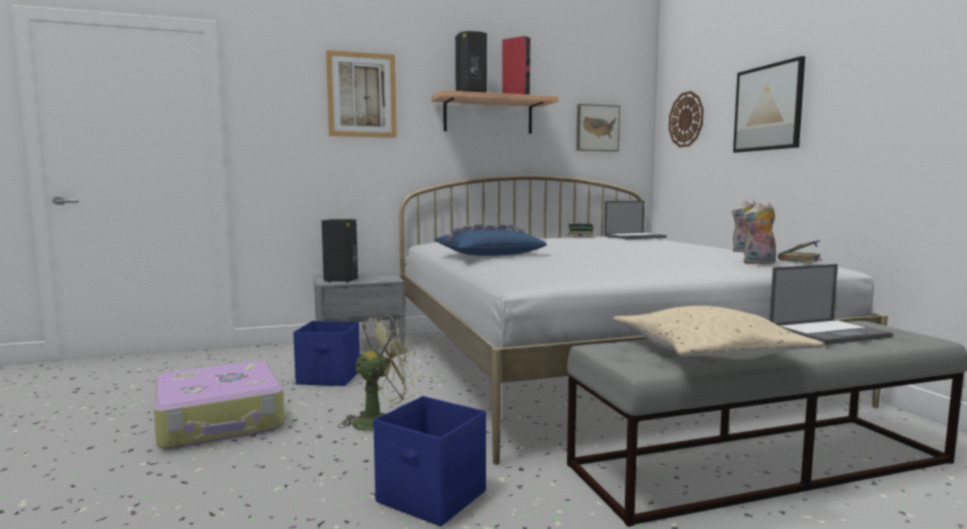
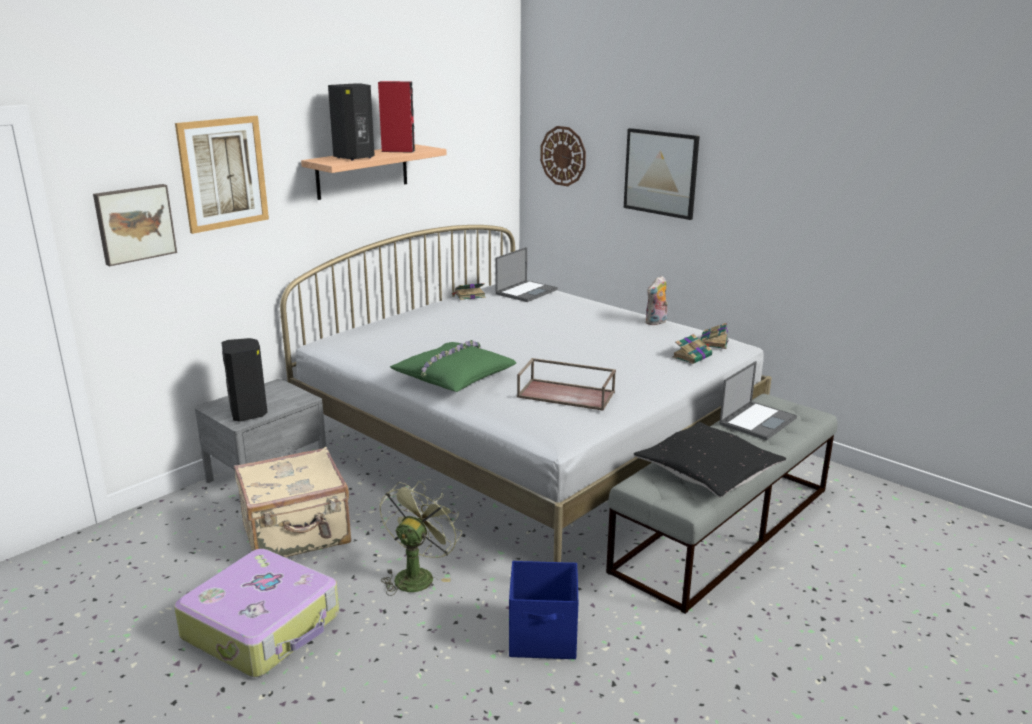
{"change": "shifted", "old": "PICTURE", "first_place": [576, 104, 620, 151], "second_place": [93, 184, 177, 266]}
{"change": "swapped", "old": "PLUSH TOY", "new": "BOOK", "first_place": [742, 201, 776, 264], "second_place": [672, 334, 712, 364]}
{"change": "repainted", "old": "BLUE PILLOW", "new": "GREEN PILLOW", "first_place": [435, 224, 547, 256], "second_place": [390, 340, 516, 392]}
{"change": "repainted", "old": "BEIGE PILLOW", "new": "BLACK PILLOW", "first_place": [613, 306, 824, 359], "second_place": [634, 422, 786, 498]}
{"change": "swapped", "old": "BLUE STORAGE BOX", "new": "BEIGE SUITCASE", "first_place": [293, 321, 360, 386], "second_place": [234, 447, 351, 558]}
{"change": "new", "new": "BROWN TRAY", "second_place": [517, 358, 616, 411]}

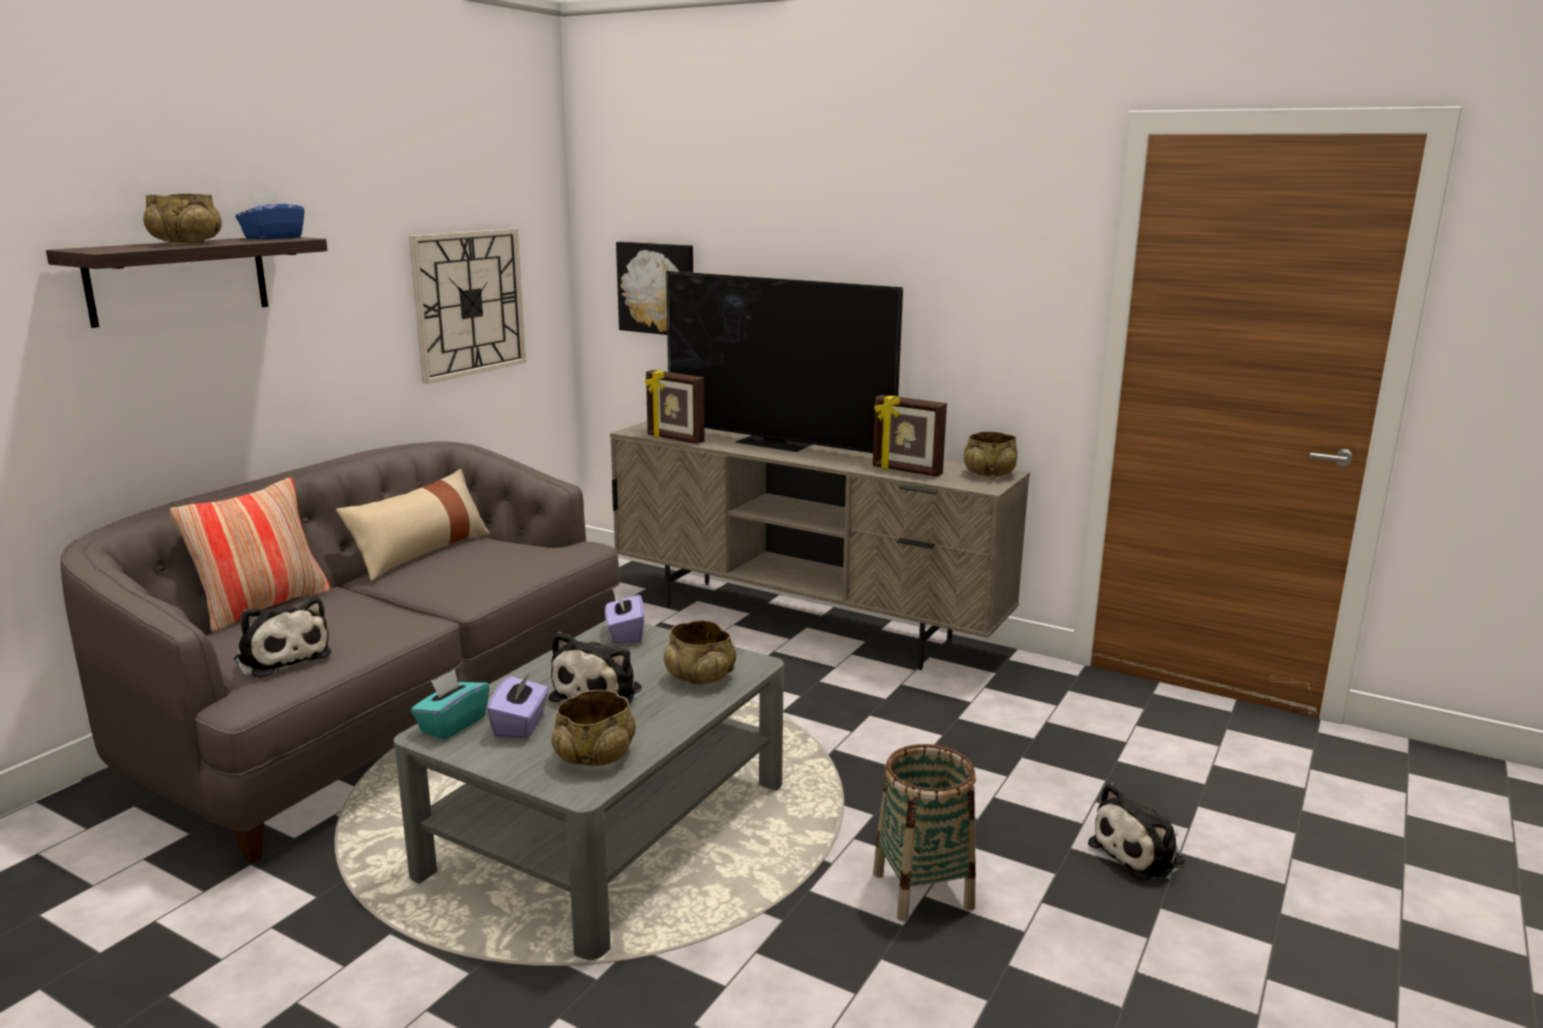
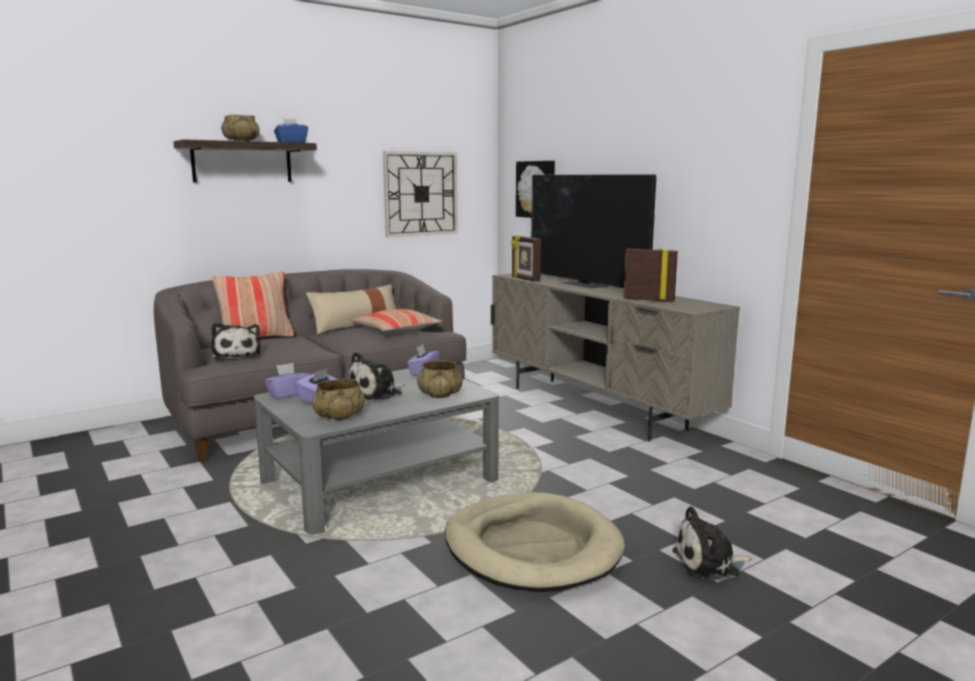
{"change": "rotated", "old": "PICTURE FRAME", "first_place": [873, 395, 947, 477], "second_place": [624, 248, 678, 302], "degrees": 150}
{"change": "gone", "old": "BEIGE BOWL", "first_place": [964, 431, 1018, 478]}
{"change": "repainted", "old": "TURQUOISE TISSUE BOX", "new": "PURPLE TISSUE BOX", "first_place": [411, 669, 489, 740], "second_place": [264, 363, 310, 399]}
{"change": "swapped", "old": "BASKET", "new": "BEIGE DOG BED", "first_place": [873, 744, 976, 921], "second_place": [445, 492, 625, 592]}
{"change": "new", "new": "PILLOW", "second_place": [350, 309, 442, 334]}

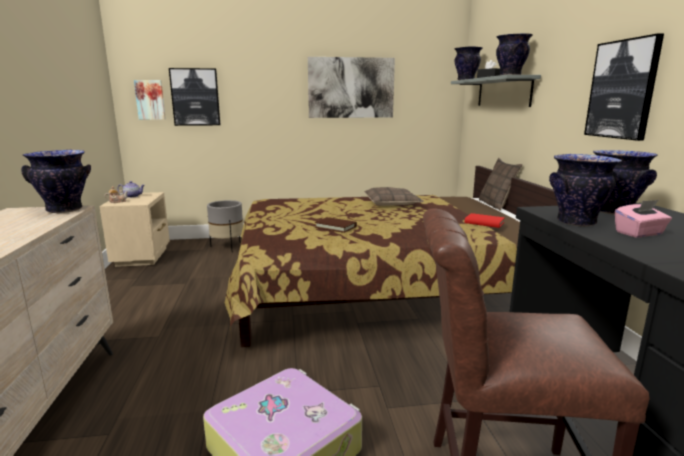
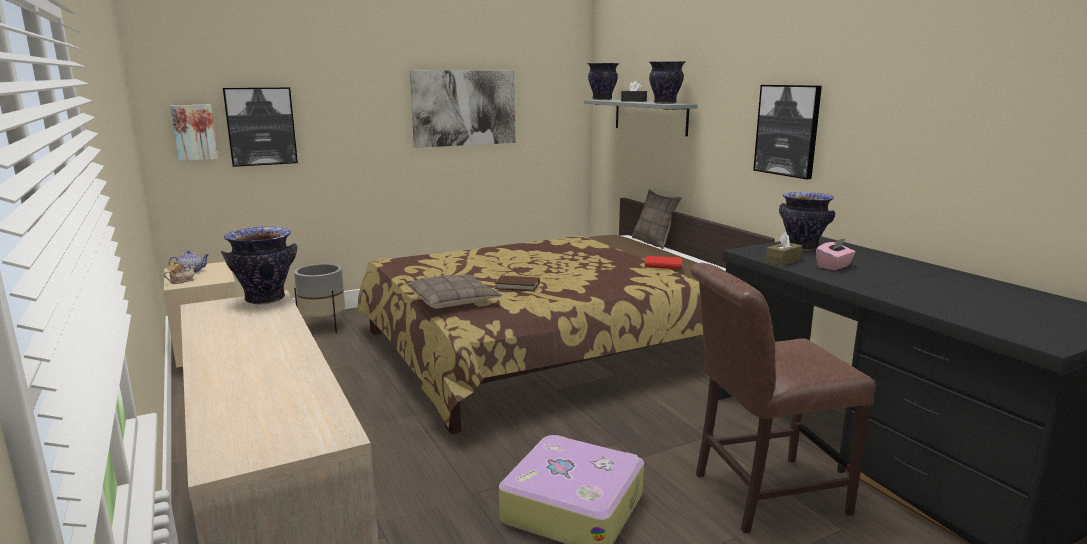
{"change": "swapped", "old": "VASE", "new": "BROWN TISSUE BOX", "first_place": [549, 154, 622, 226], "second_place": [766, 232, 802, 266]}
{"change": "shifted", "old": "PILLOW", "first_place": [364, 187, 424, 206], "second_place": [407, 275, 502, 309]}

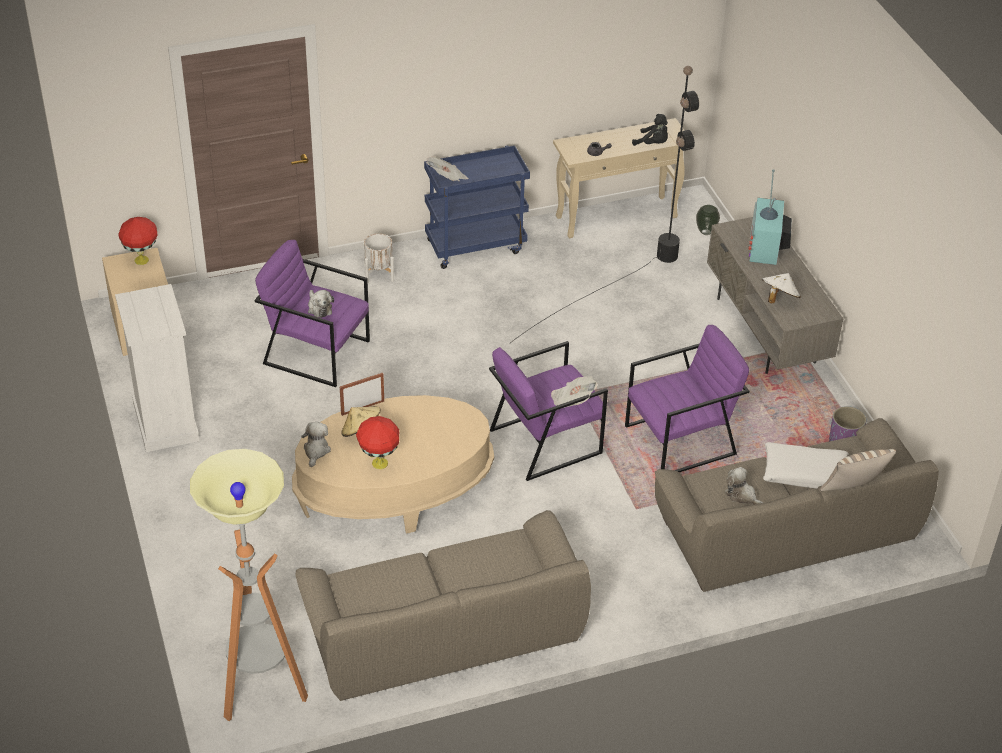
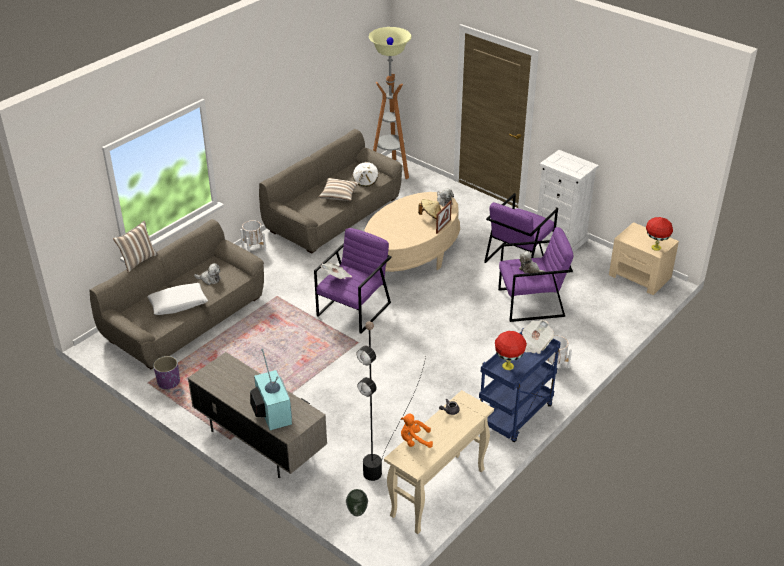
{"change": "repainted", "old": "BLACK PLUSH TOY", "new": "ORANGE PLUSH TOY", "first_place": [632, 114, 668, 146], "second_place": [401, 413, 433, 448]}
{"change": "shifted", "old": "WHITE HAT", "first_place": [762, 273, 801, 303], "second_place": [353, 162, 378, 187]}
{"change": "shifted", "old": "PURPLE ARMCHAIR", "first_place": [625, 325, 749, 472], "second_place": [484, 193, 558, 263]}
{"change": "shifted", "old": "RED TABLE LAMP", "first_place": [356, 416, 399, 469], "second_place": [495, 331, 527, 370]}
{"change": "new", "new": "PILLOW", "second_place": [318, 178, 359, 201]}
{"change": "new", "new": "WHITE PLANTER", "second_place": [240, 220, 266, 252]}

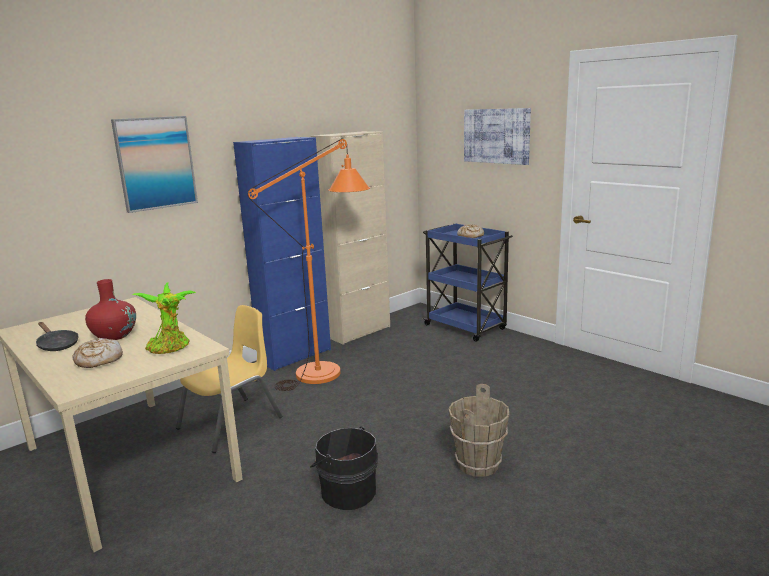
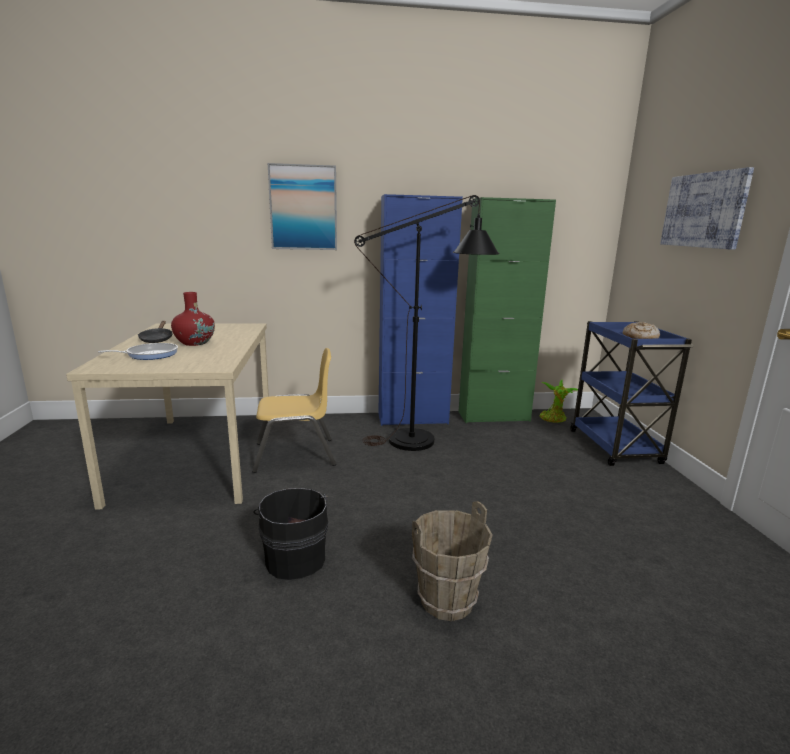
{"change": "repainted", "old": "BEIGE CABINET", "new": "GREEN CABINET", "first_place": [311, 131, 390, 345], "second_place": [458, 197, 556, 423]}
{"change": "repainted", "old": "ORANGE FLOOR LAMP", "new": "BLACK FLOOR LAMP", "first_place": [248, 139, 370, 391], "second_place": [354, 195, 500, 451]}
{"change": "shifted", "old": "POTTED PLANT", "first_place": [132, 282, 196, 354], "second_place": [540, 380, 578, 423]}
{"change": "swapped", "old": "BREAD", "new": "FRYING PAN", "first_place": [73, 338, 123, 368], "second_place": [98, 343, 178, 360]}

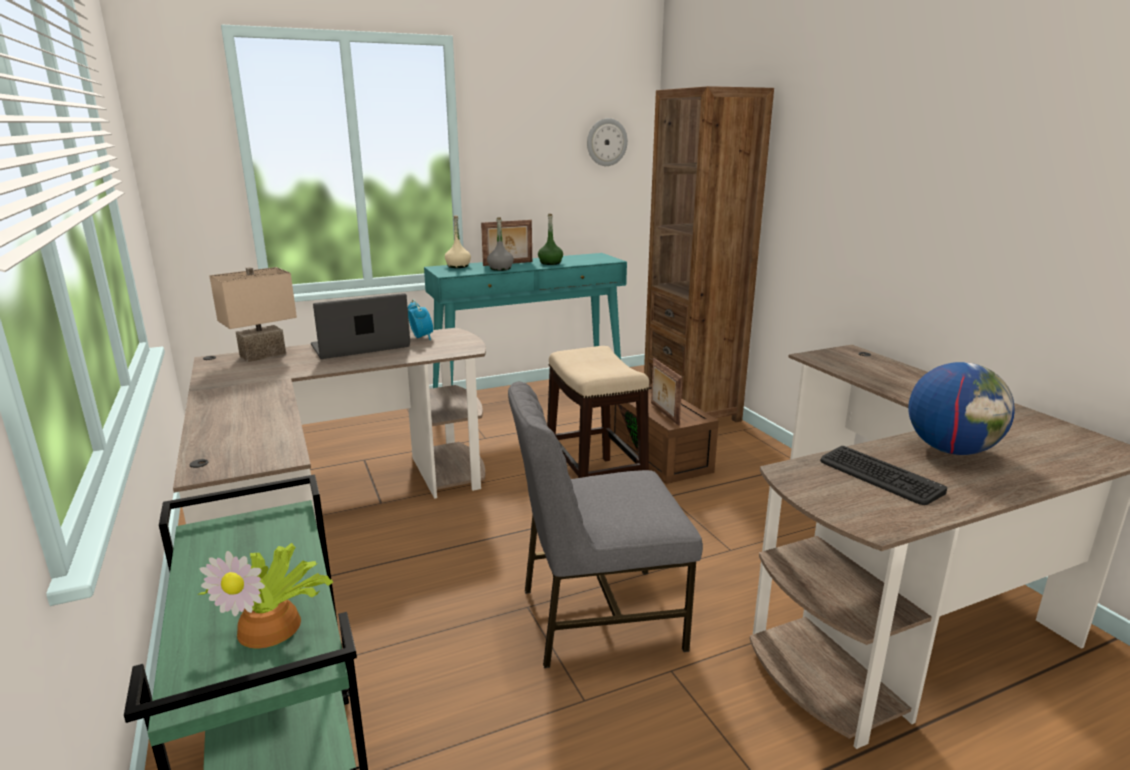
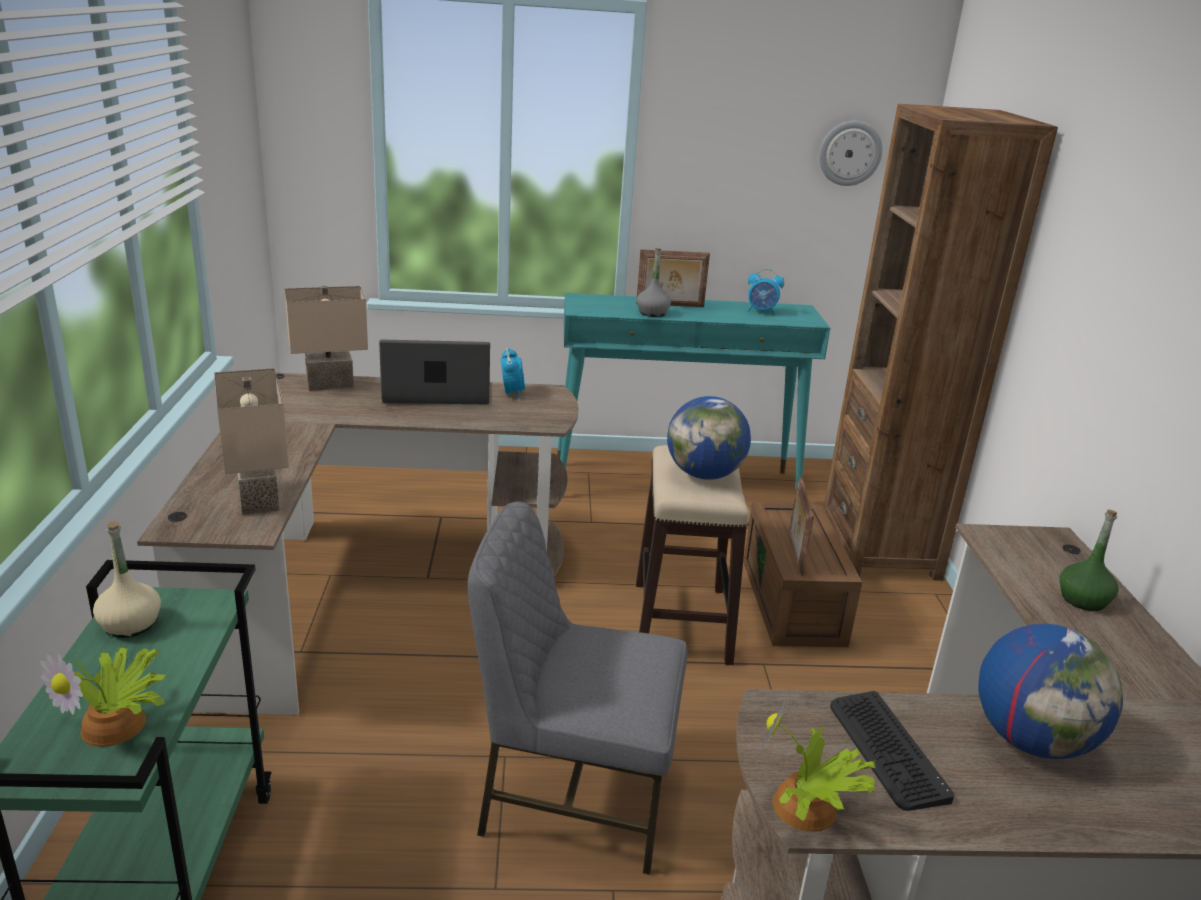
{"change": "shifted", "old": "GREEN BOTTLE", "first_place": [538, 214, 563, 265], "second_place": [1059, 509, 1119, 611]}
{"change": "shifted", "old": "BEIGE BOTTLE", "first_place": [445, 215, 471, 268], "second_place": [93, 521, 161, 638]}
{"change": "new", "new": "ALARM CLOCK", "second_place": [747, 268, 784, 315]}
{"change": "new", "new": "BEIGE TABLE LAMP", "second_place": [214, 368, 289, 515]}
{"change": "new", "new": "GLOBE", "second_place": [667, 396, 751, 480]}
{"change": "new", "new": "POTTED PLANT", "second_place": [760, 695, 876, 832]}

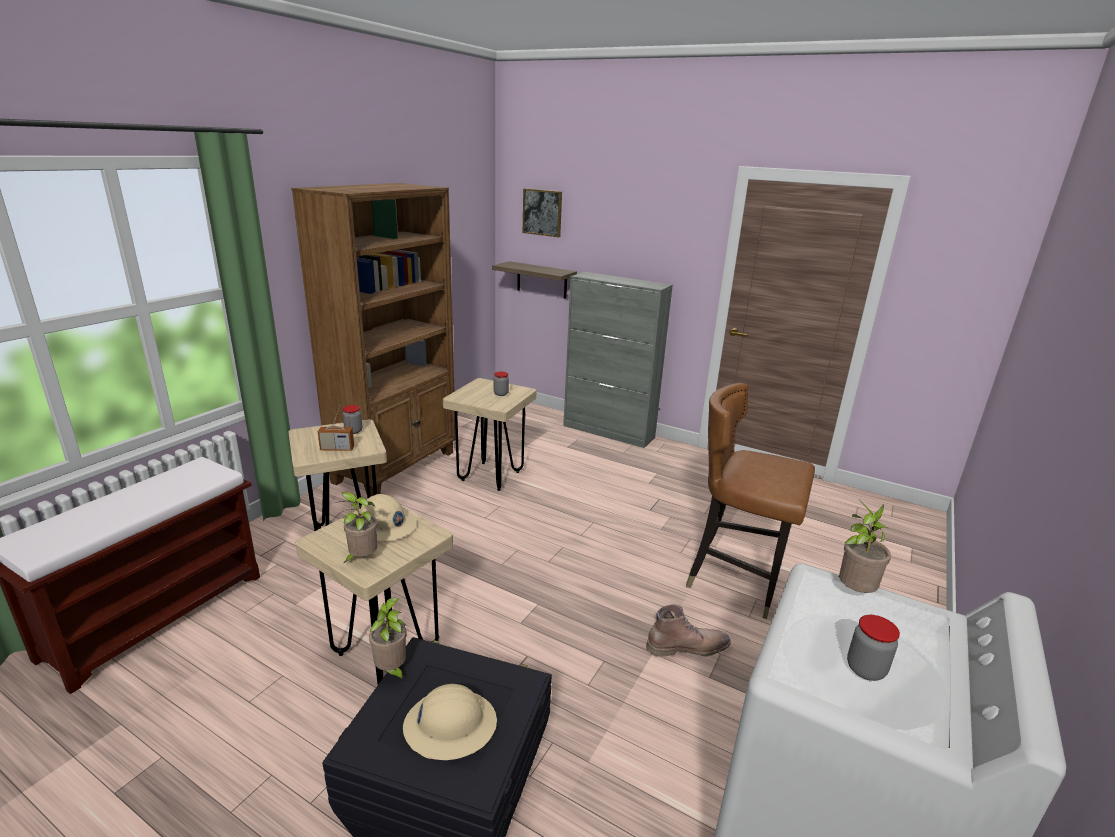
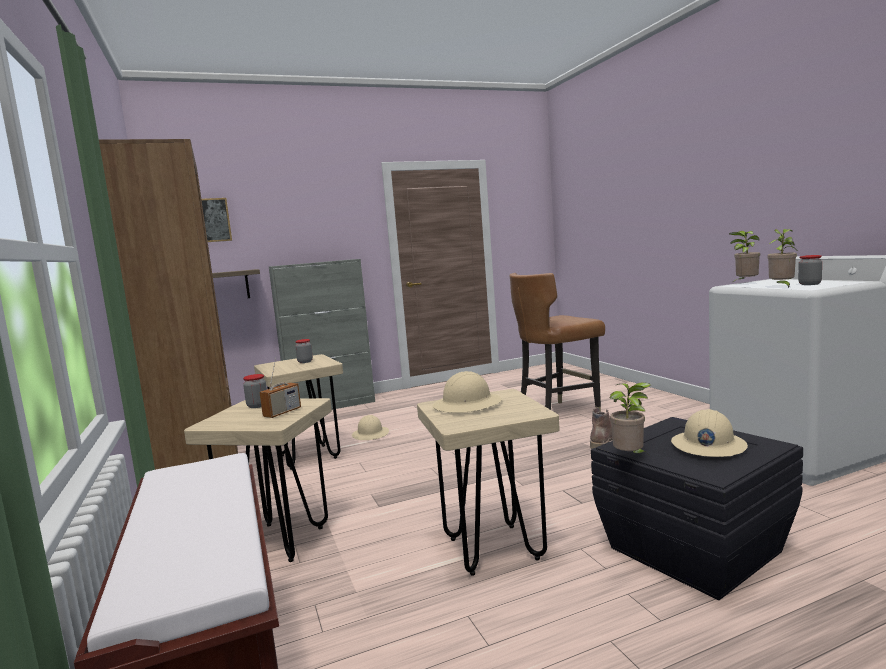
{"change": "shifted", "old": "POTTED PLANT", "first_place": [334, 492, 378, 563], "second_place": [767, 229, 797, 289]}
{"change": "new", "new": "BEIGE HARD HAT", "second_place": [352, 415, 389, 440]}

